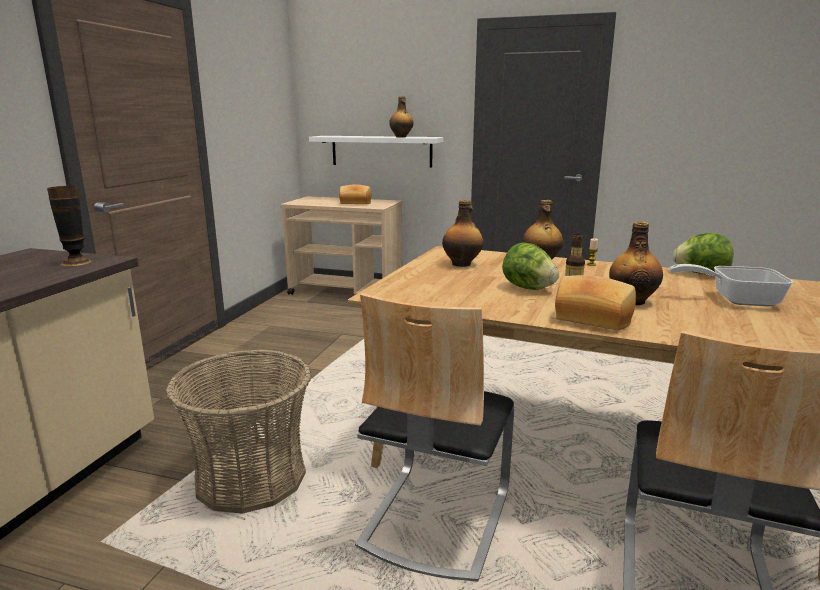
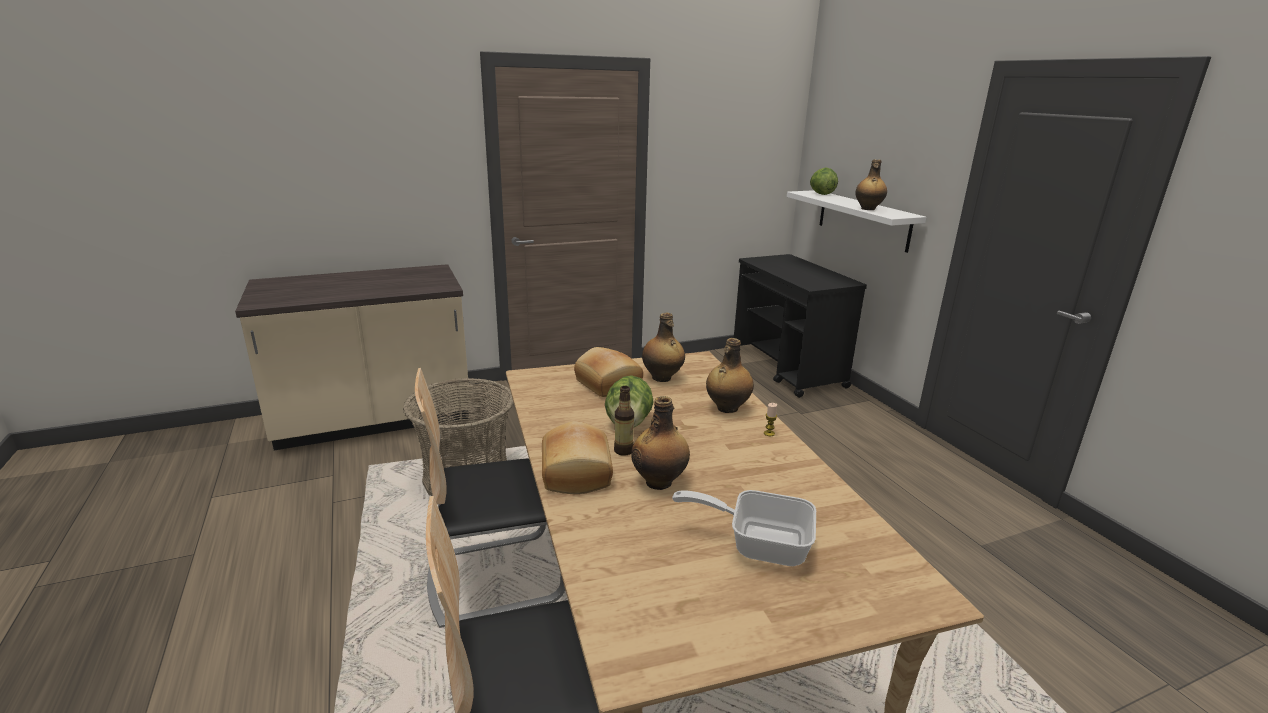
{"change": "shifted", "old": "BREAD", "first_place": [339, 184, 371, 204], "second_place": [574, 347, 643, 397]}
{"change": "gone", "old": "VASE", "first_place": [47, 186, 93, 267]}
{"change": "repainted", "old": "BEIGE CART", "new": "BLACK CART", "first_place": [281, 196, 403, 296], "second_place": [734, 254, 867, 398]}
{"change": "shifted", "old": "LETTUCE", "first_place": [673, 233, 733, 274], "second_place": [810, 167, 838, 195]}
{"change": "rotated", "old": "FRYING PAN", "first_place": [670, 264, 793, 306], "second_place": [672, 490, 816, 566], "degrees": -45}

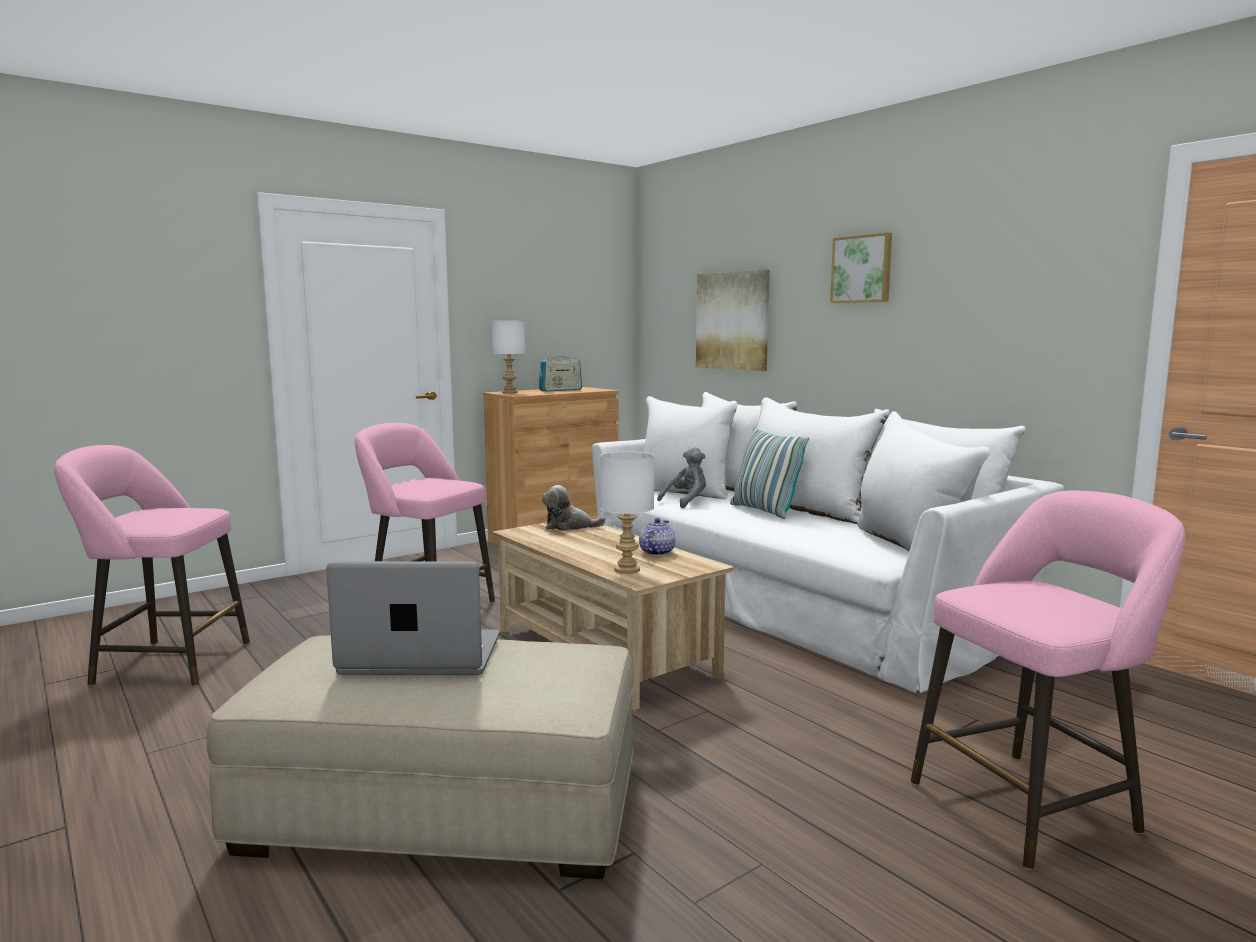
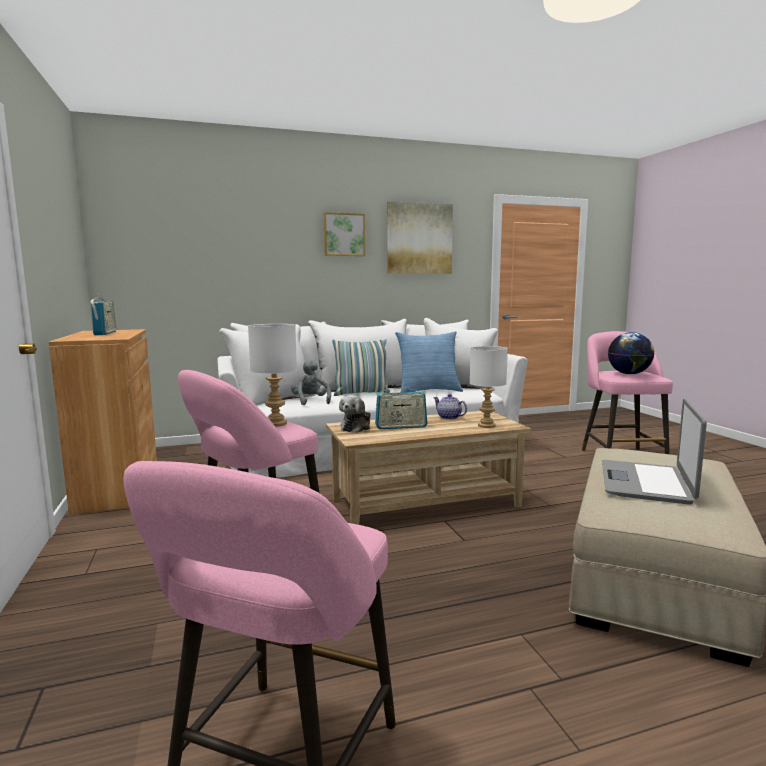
{"change": "shifted", "old": "PICTURE", "first_place": [696, 269, 770, 371], "second_place": [387, 201, 453, 274]}
{"change": "shifted", "old": "WHITE TABLE LAMP", "first_place": [492, 321, 525, 394], "second_place": [248, 324, 297, 427]}
{"change": "new", "new": "PILLOW", "second_place": [395, 331, 463, 393]}
{"change": "new", "new": "GLOBE", "second_place": [608, 332, 654, 374]}
{"change": "new", "new": "RADIO", "second_place": [375, 385, 427, 429]}

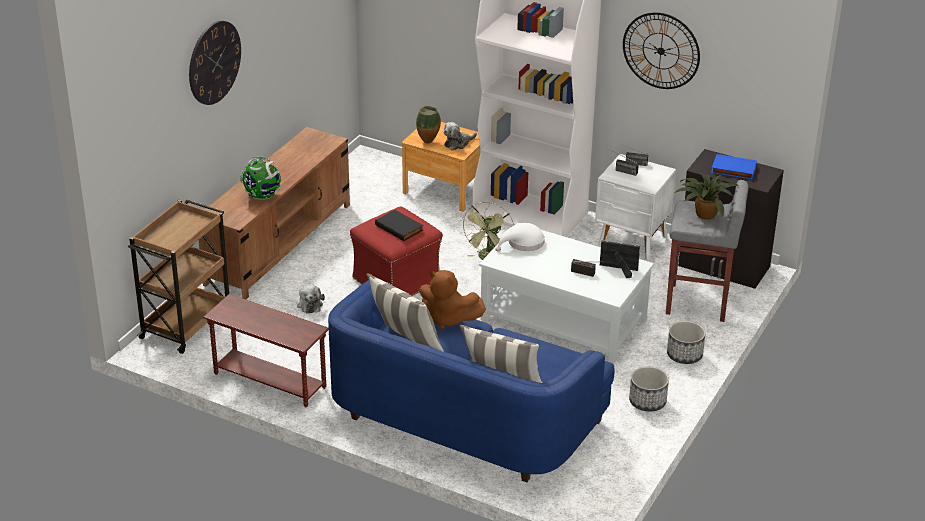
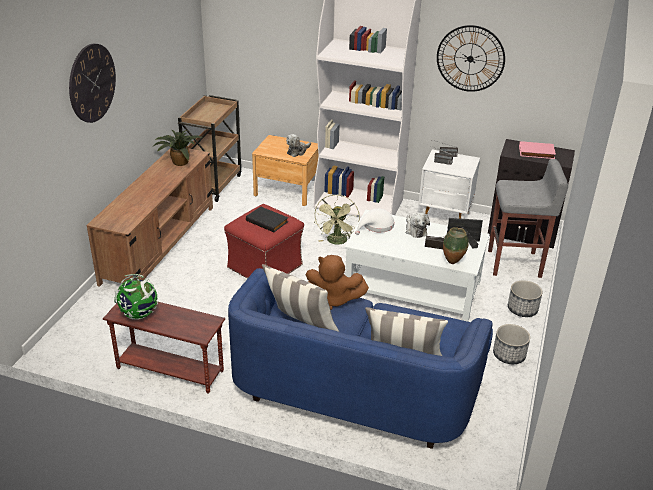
{"change": "shifted", "old": "VASE", "first_place": [416, 106, 441, 144], "second_place": [443, 227, 469, 264]}
{"change": "repainted", "old": "BLUE BOOK", "new": "PINK BOOK", "first_place": [711, 154, 757, 179], "second_place": [519, 141, 556, 159]}
{"change": "shifted", "old": "GLOBE", "first_place": [240, 156, 281, 200], "second_place": [114, 274, 158, 320]}
{"change": "shifted", "old": "POTTED PLANT", "first_place": [674, 173, 739, 220], "second_place": [154, 129, 203, 166]}
{"change": "shifted", "old": "BROWN CART", "first_place": [128, 199, 229, 354], "second_place": [178, 95, 241, 202]}
{"change": "shifted", "old": "PLUSH TOY", "first_place": [297, 285, 325, 313], "second_place": [406, 212, 430, 238]}

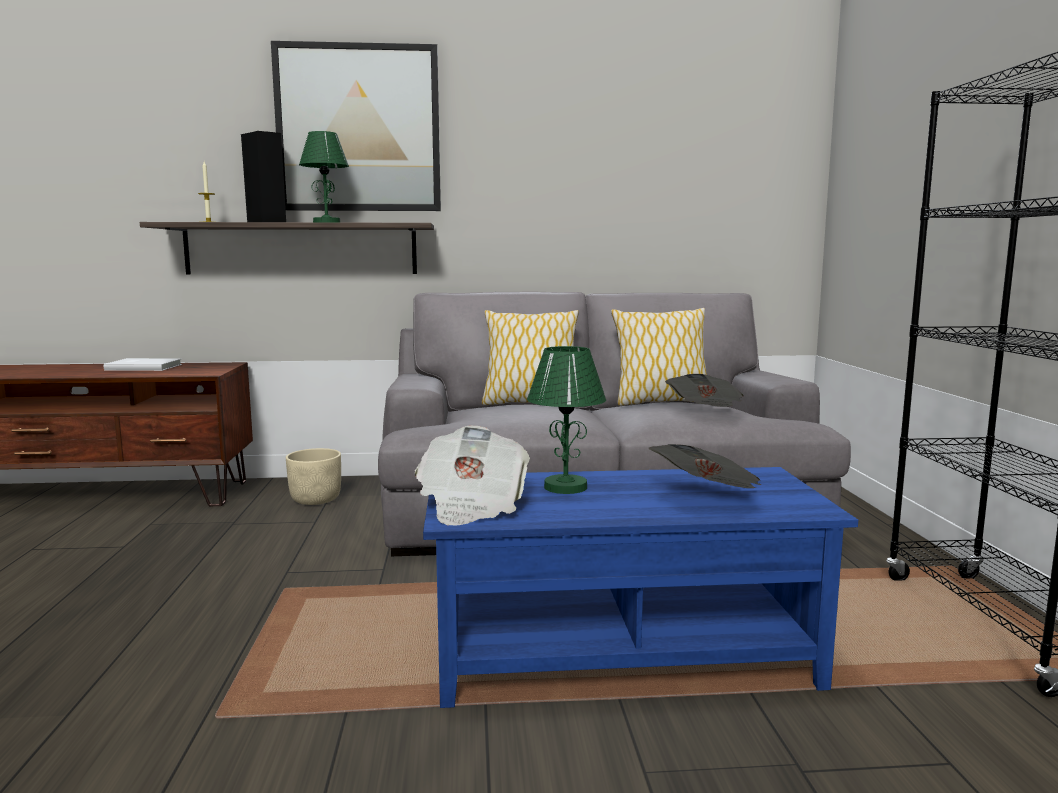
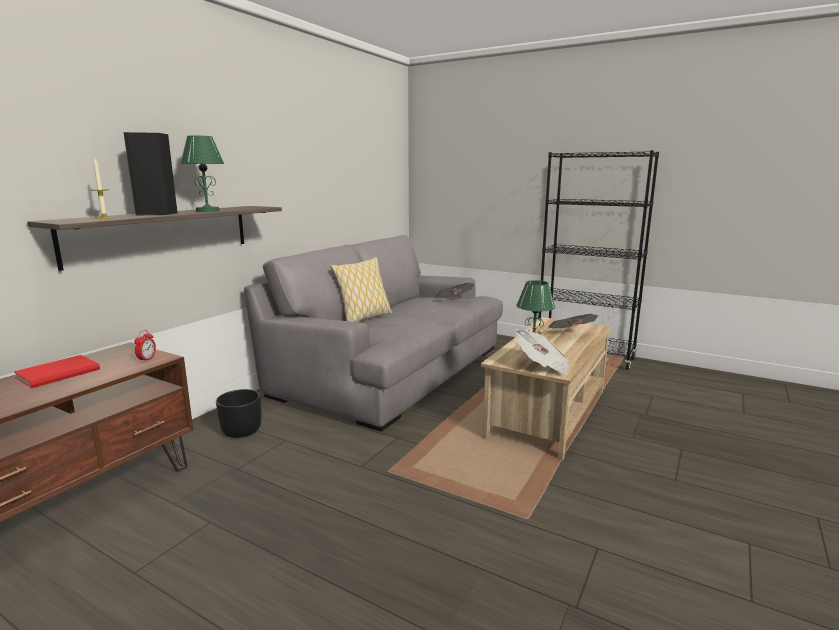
{"change": "gone", "old": "PICTURE", "first_place": [271, 41, 441, 211]}
{"change": "gone", "old": "PILLOW", "first_place": [611, 308, 707, 406]}
{"change": "repainted", "old": "WHITE BOOK", "new": "RED BOOK", "first_place": [104, 358, 182, 371], "second_place": [14, 355, 100, 388]}
{"change": "repainted", "old": "BEIGE PLANTER", "new": "BLACK PLANTER", "first_place": [286, 448, 341, 505], "second_place": [216, 389, 261, 438]}
{"change": "repainted", "old": "BLUE COFFEE TABLE", "new": "BEIGE COFFEE TABLE", "first_place": [423, 467, 858, 708], "second_place": [481, 317, 613, 461]}
{"change": "new", "new": "ALARM CLOCK", "second_place": [134, 330, 156, 362]}

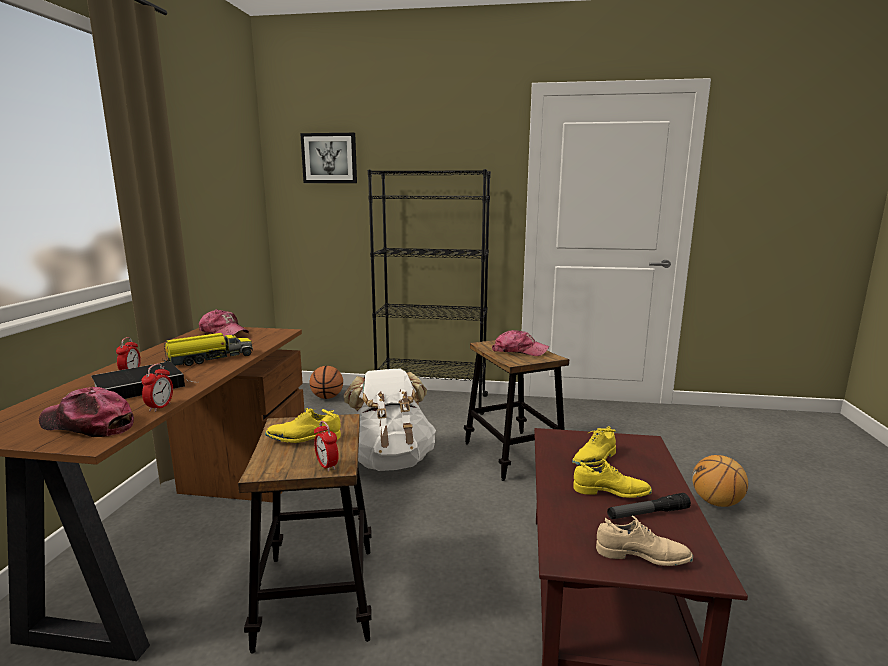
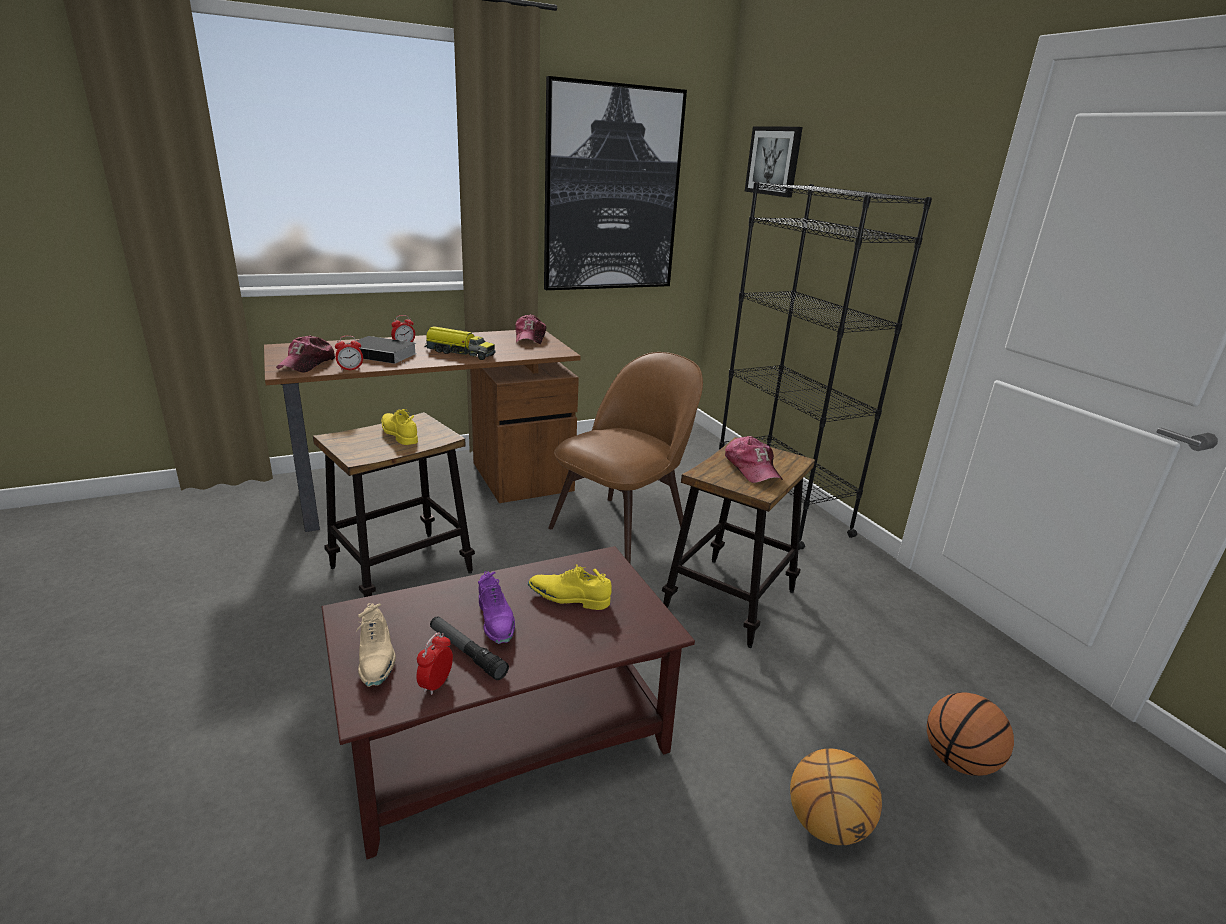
{"change": "shifted", "old": "BASKETBALL", "first_place": [310, 366, 343, 399], "second_place": [927, 692, 1014, 776]}
{"change": "swapped", "old": "WHITE BACKPACK", "new": "BROWN CHAIR", "first_place": [344, 368, 436, 471], "second_place": [548, 352, 703, 564]}
{"change": "rotated", "old": "CAP", "first_place": [39, 387, 134, 437], "second_place": [276, 336, 336, 373], "degrees": -150}
{"change": "shifted", "old": "ALARM CLOCK", "first_place": [314, 421, 339, 472], "second_place": [416, 632, 453, 695]}
{"change": "repainted", "old": "YELLOW SHOE", "new": "PURPLE SHOE", "first_place": [573, 459, 652, 498], "second_place": [478, 571, 515, 644]}
{"change": "new", "new": "PICTURE", "second_place": [544, 76, 687, 290]}

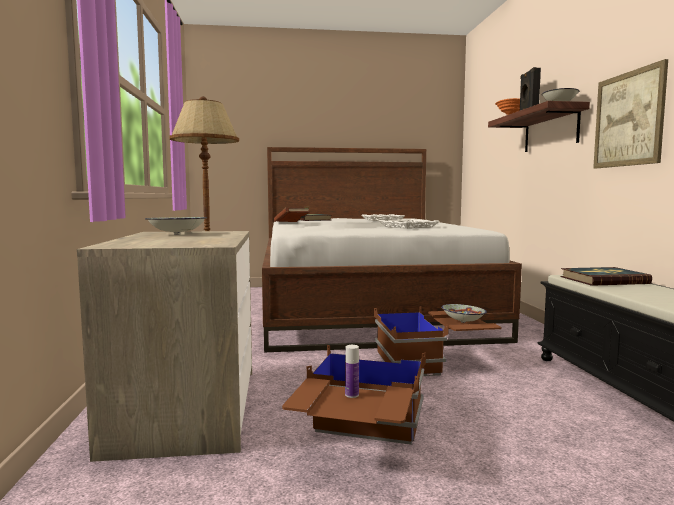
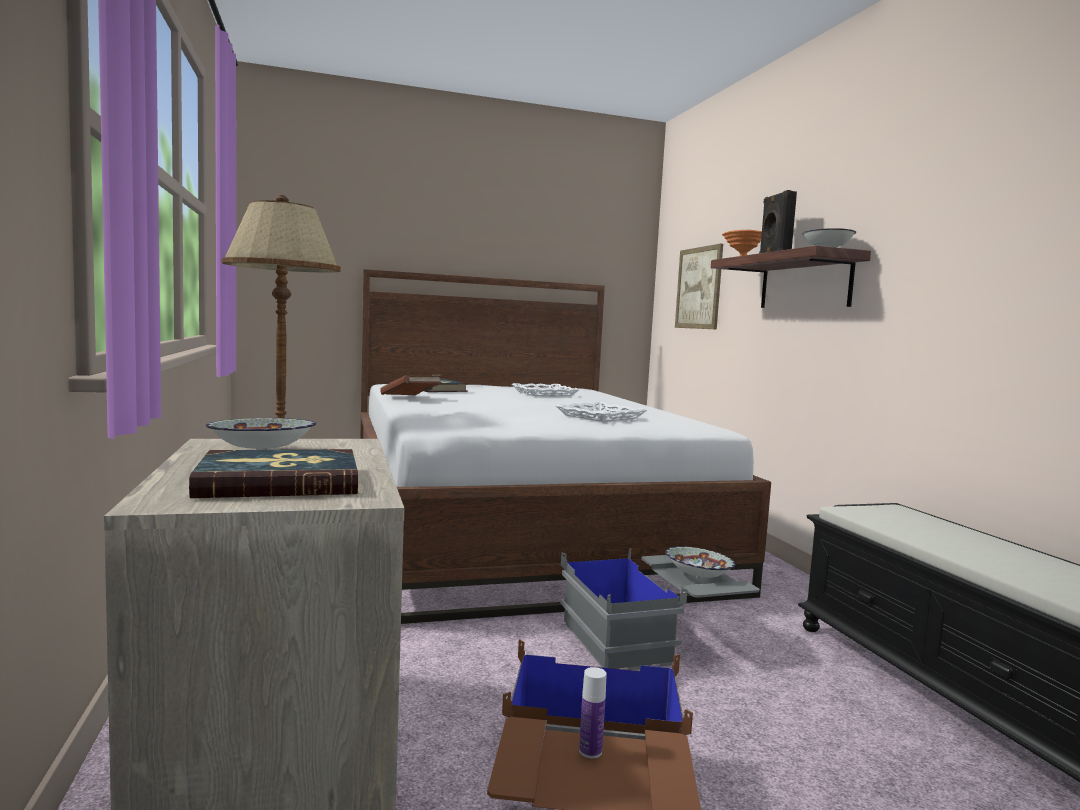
{"change": "shifted", "old": "PICTURE", "first_place": [593, 59, 668, 168], "second_place": [675, 244, 723, 330]}
{"change": "shifted", "old": "BOOK", "first_place": [561, 267, 652, 286], "second_place": [189, 449, 358, 498]}
{"change": "repainted", "old": "BROWN STORAGE BOX", "new": "GREY STORAGE BOX", "first_place": [374, 306, 501, 376], "second_place": [560, 548, 760, 670]}

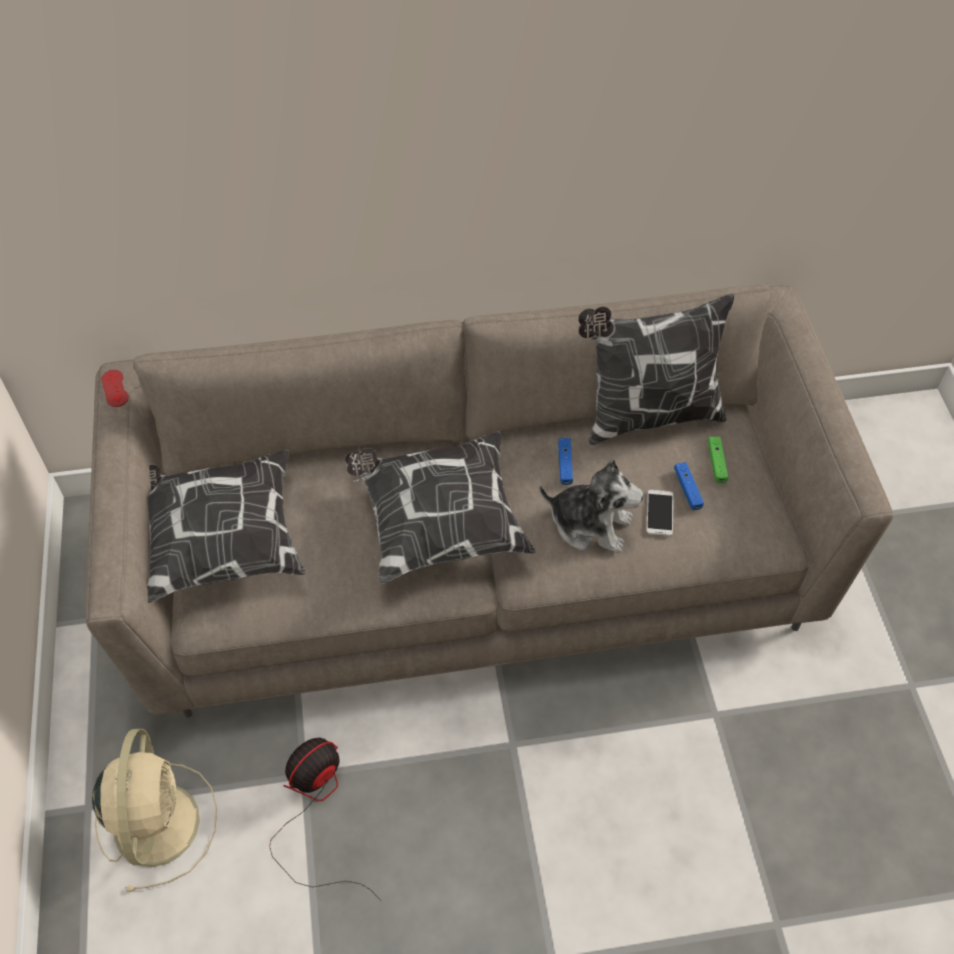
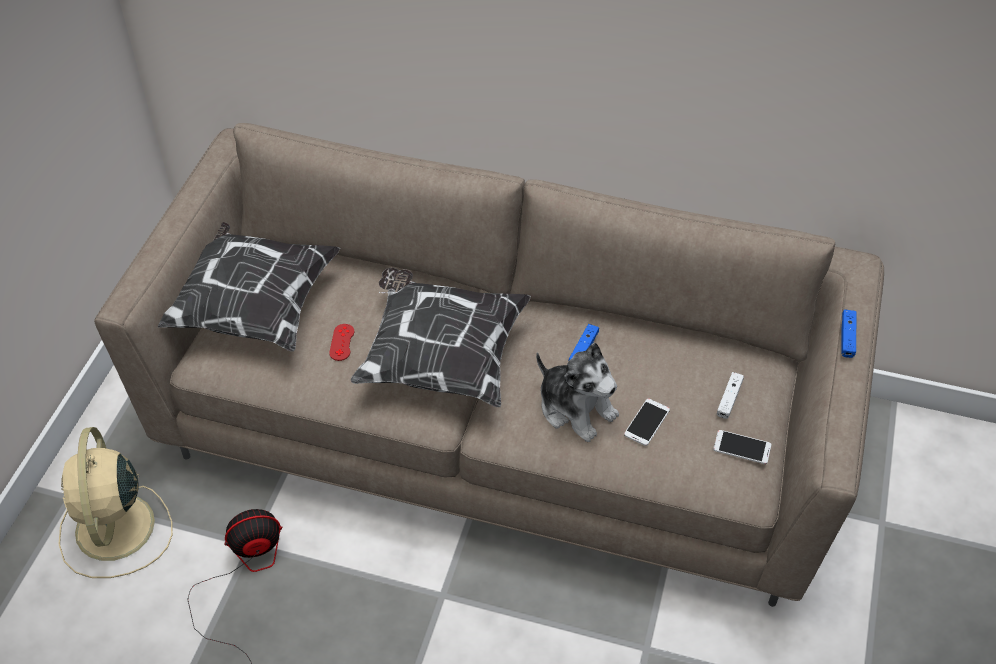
{"change": "gone", "old": "PILLOW", "first_place": [578, 294, 734, 445]}
{"change": "shifted", "old": "RED GAME CONTROLLER", "first_place": [101, 370, 129, 407], "second_place": [329, 324, 354, 361]}
{"change": "repainted", "old": "GREEN GAME CONTROLLER", "new": "WHITE GAME CONTROLLER", "first_place": [708, 437, 728, 483], "second_place": [717, 372, 744, 419]}
{"change": "shifted", "old": "BLUE GAME CONTROLLER", "first_place": [674, 462, 704, 510], "second_place": [842, 309, 857, 358]}
{"change": "rotated", "old": "BEIGE FAN", "first_place": [92, 729, 217, 892], "second_place": [59, 427, 173, 578], "degrees": 150}
{"change": "new", "new": "PHONE", "second_place": [713, 430, 772, 464]}

